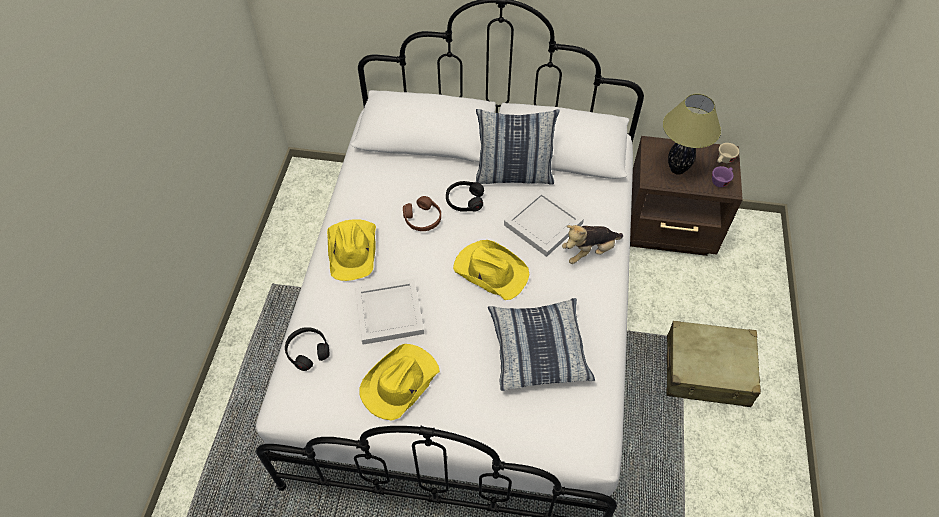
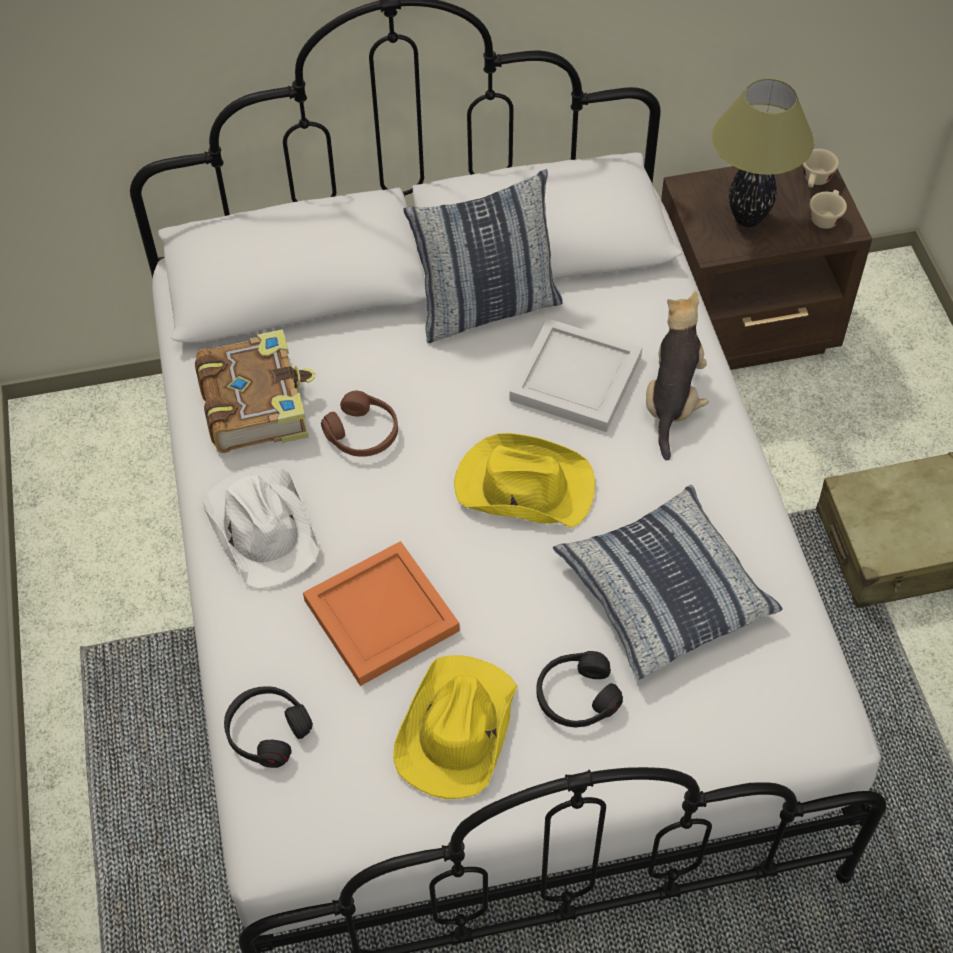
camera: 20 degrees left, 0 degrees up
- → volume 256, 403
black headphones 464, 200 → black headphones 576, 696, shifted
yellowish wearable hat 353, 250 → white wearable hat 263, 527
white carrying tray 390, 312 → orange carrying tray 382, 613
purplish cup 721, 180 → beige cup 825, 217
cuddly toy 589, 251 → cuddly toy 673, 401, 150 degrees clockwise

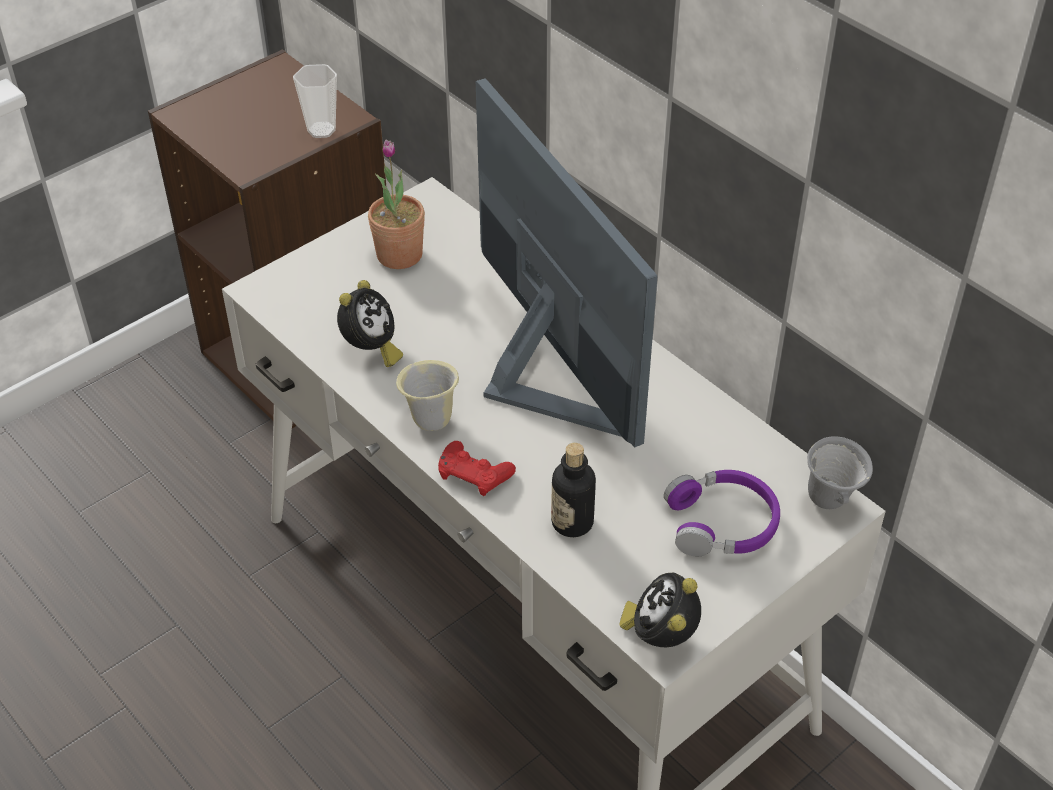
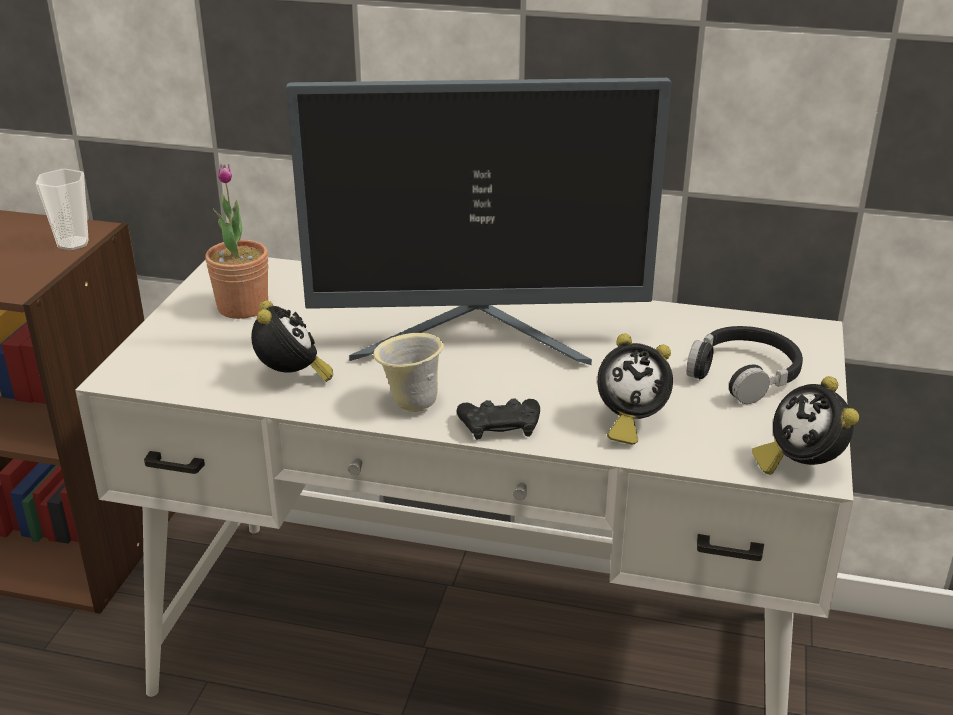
camera: 35 degrees left, 15 degrees down
greyish mug 831, 502 → -
bottle 572, 522 → alarm clock 628, 423
red game controller 474, 474 → black game controller 500, 426
purplish headphones 722, 523 → black headphones 744, 374
computer display 546, 375 → computer display 478, 338, 150 degrees clockwise

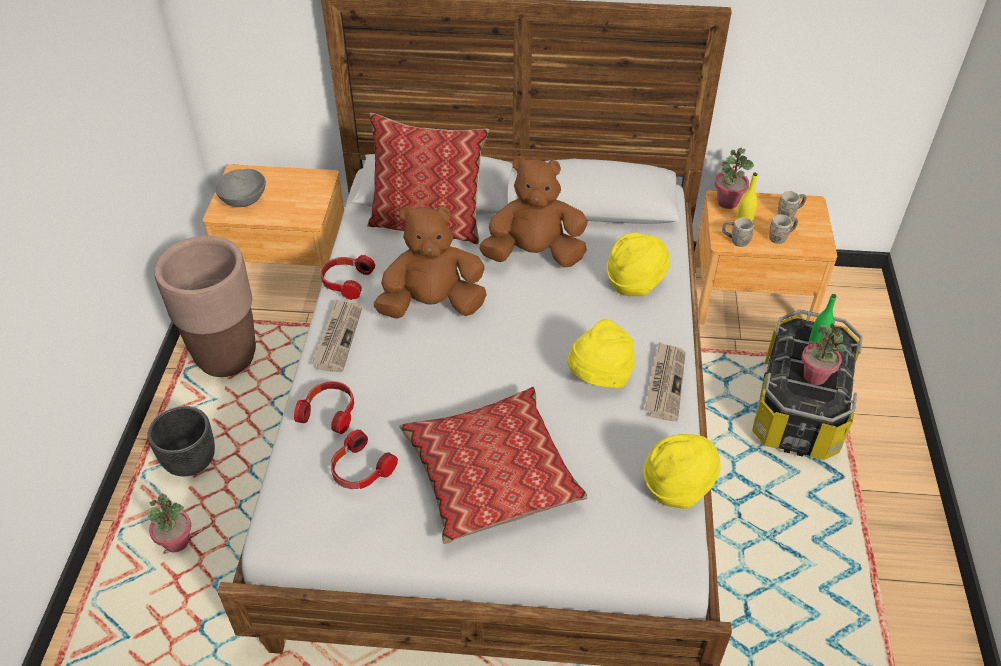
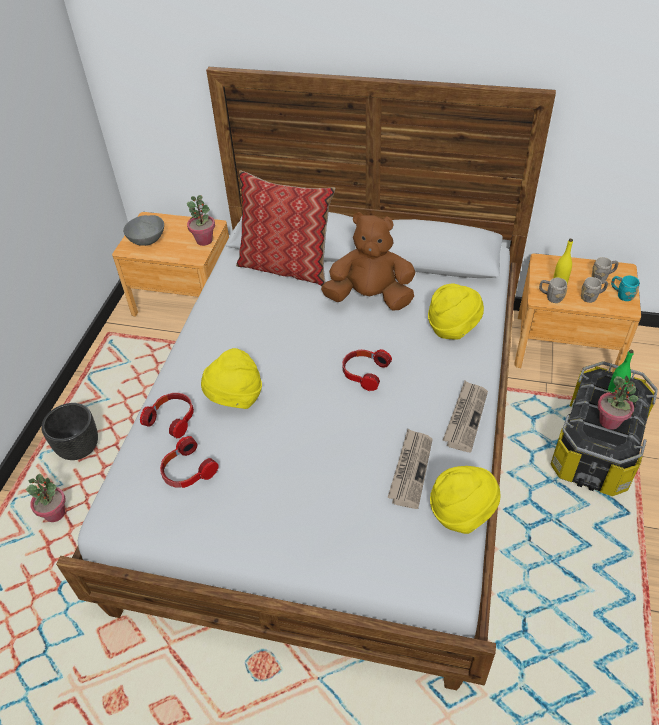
camera: 10 degrees right, 0 degrees up
brown flower pot 227, 357 → -
brown cuddly toy 432, 305 → -
throw pillow 491, 473 → -
- → turquoise-coloured mug 621, 295
printed paper 337, 337 → printed paper 410, 469, shifted
headphones 346, 282 → headphones 364, 373, shifted
yellowish wearable hat 599, 377 → yellowish wearable hat 235, 398, shifted
houseplant 727, 202 → houseplant 204, 240, shifted

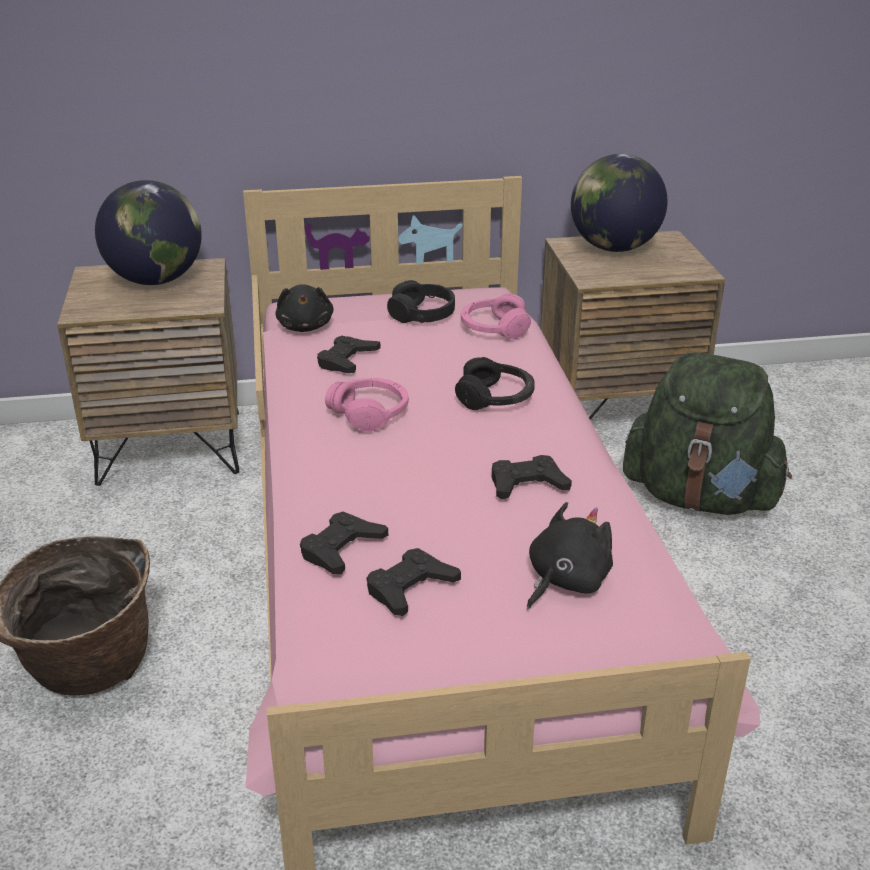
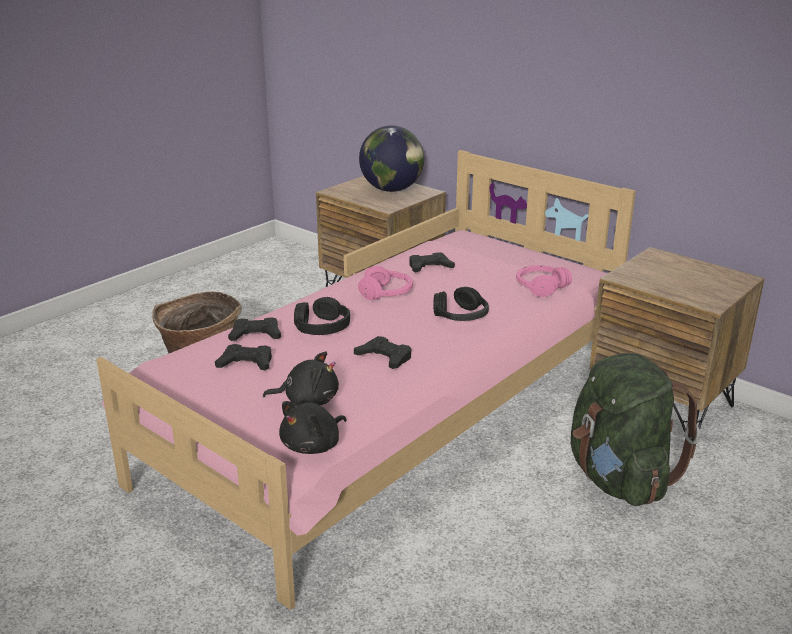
camera: 50 degrees right, 5 degrees down
desk globe 614, 248 → -
black cuddly toy 305, 326 → black cuddly toy 313, 445, shifted
black headphones 422, 314 → black headphones 321, 327, shifted

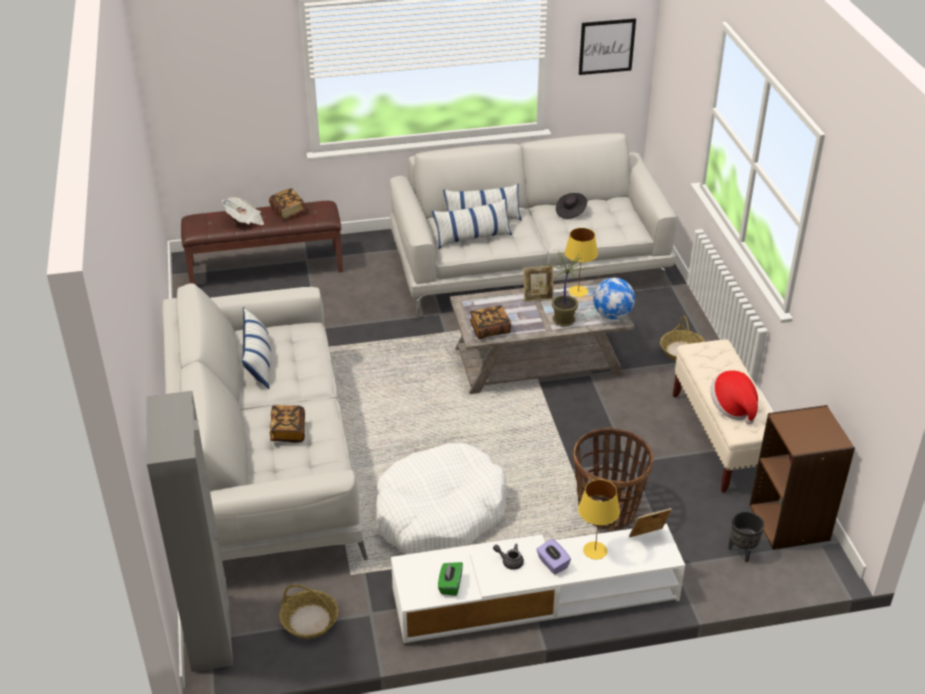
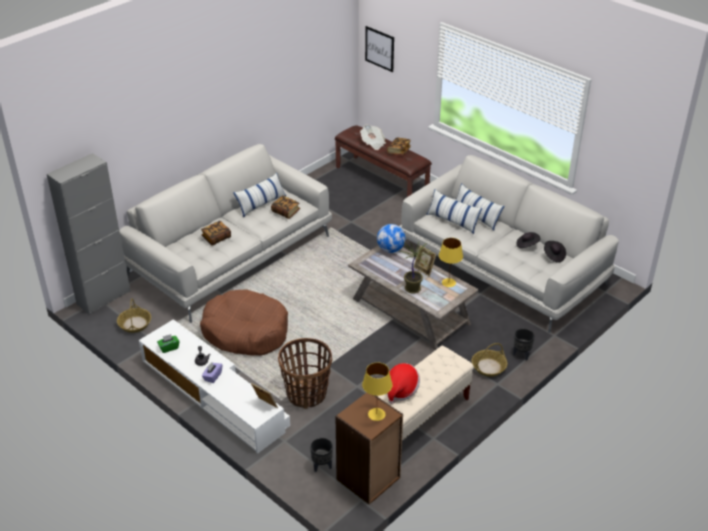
camera: 55 degrees right, 0 degrees up
- → black flower pot 521, 355
- → black wearable hat 553, 256
volume 490, 329 → volume 286, 212, shifted
yellowish table lamp 594, 550 → yellowish table lamp 376, 414, shifted
picture 606, 46 → picture 379, 49, shifted
desk globe 612, 315 → desk globe 390, 249, shifted
white dog bed 439, 513 → brown dog bed 246, 332

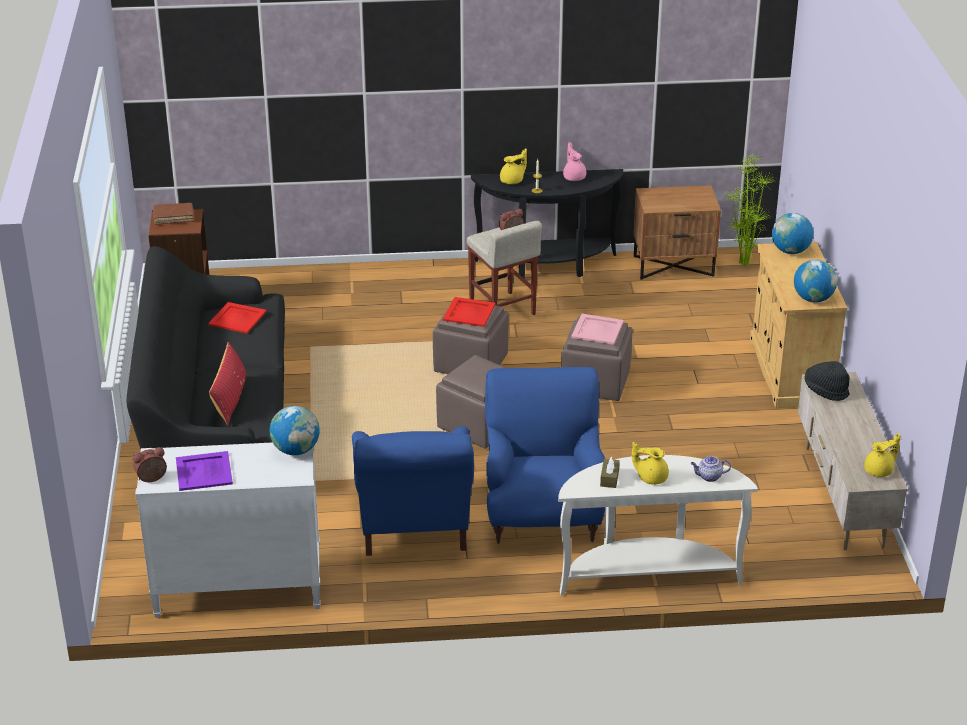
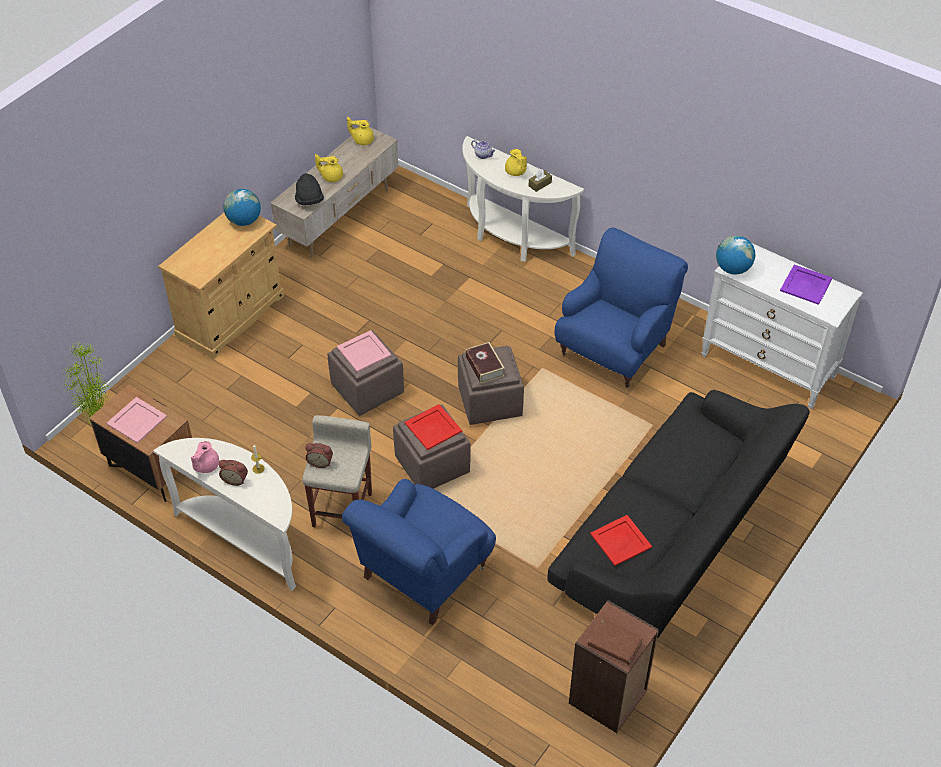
camera: 140 degrees left, 15 degrees up
red throw pillow 230, 399 → -
desk globe 790, 251 → -
- → pink-coloured carrying tray 137, 420
- → volume 484, 366
alarm clock 152, 479 → alarm clock 235, 479, shifted
blue easy chair 543, 513 → blue easy chair 422, 574, shifted
yellowish pot for tea 513, 181 → yellowish pot for tea 331, 177, shifted
black narrow table 547, 266 → white narrow table 246, 538

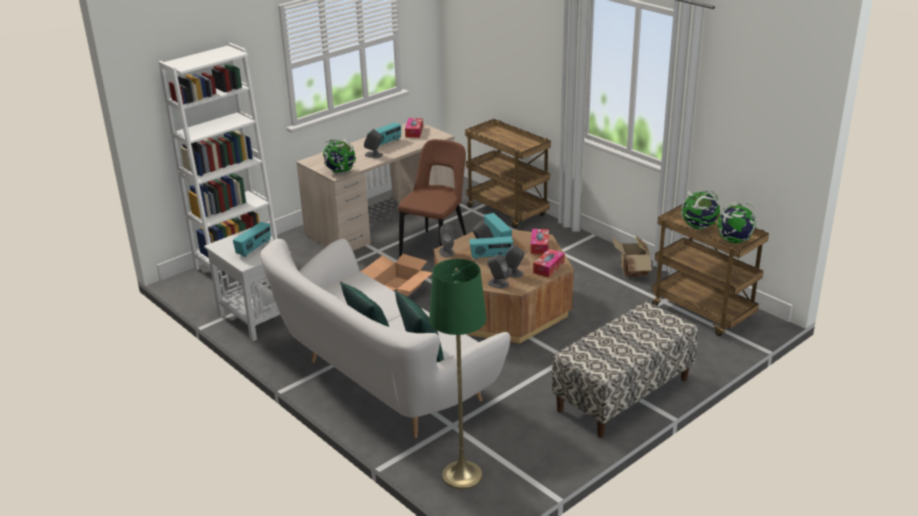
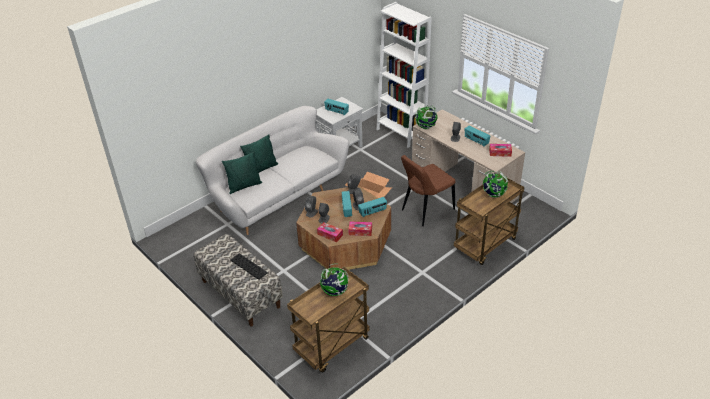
camera: 90 degrees right, 10 degrees up
greenish standard lamp 462, 475 → -
carton 631, 272 → -
- → keyboard 248, 266
desk globe 734, 241 → desk globe 493, 194, shifted
brown chair 436, 247 → brown chair 426, 210, 120 degrees clockwise

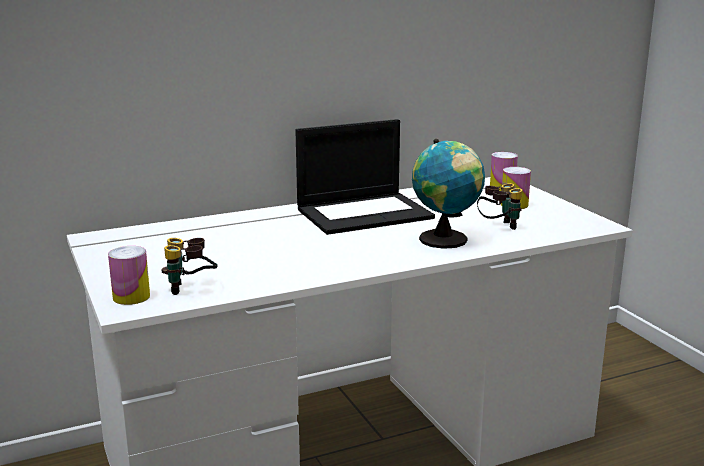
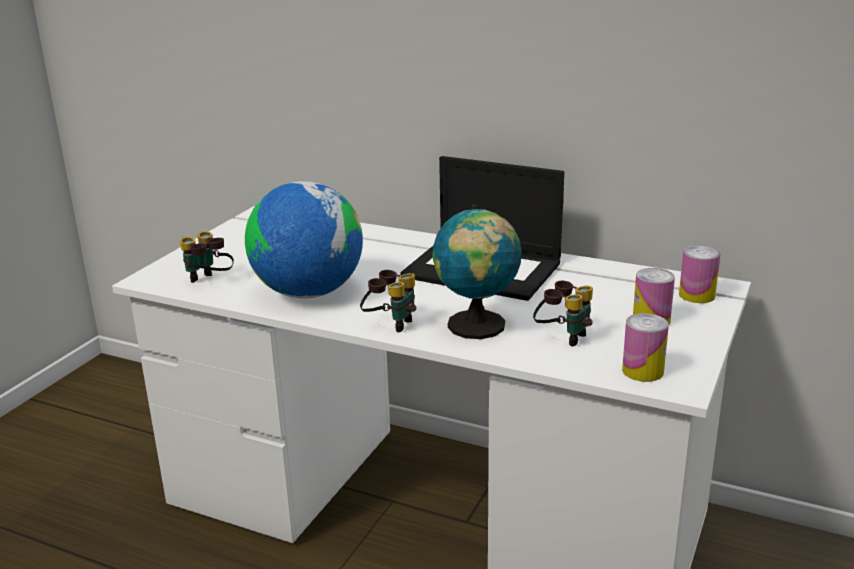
camera: 50 degrees right, 5 degrees up
- → desk globe 308, 292
- → binoculars 390, 323
sealed can 131, 297 → sealed can 642, 371, shifted

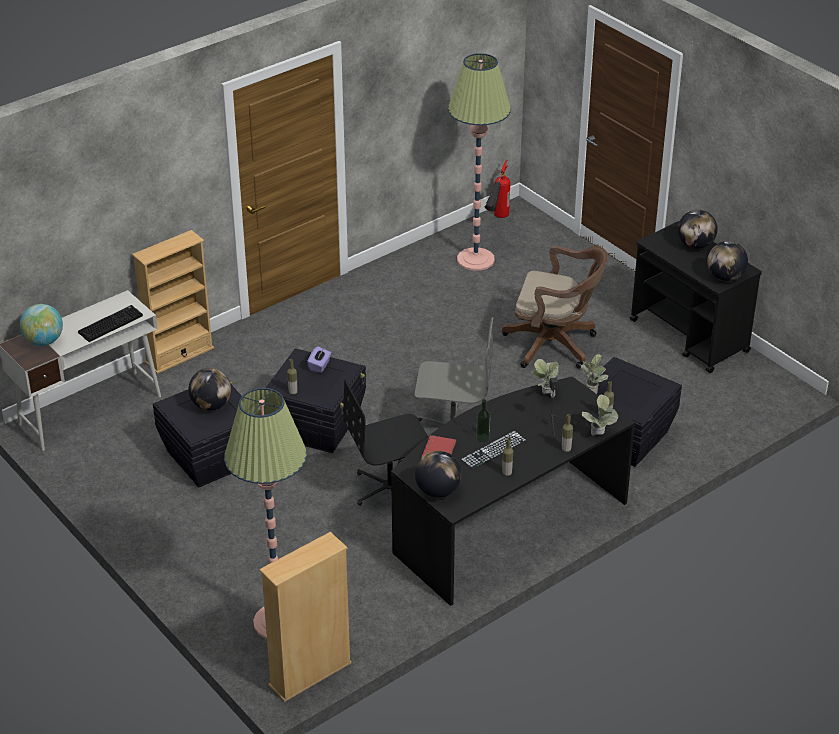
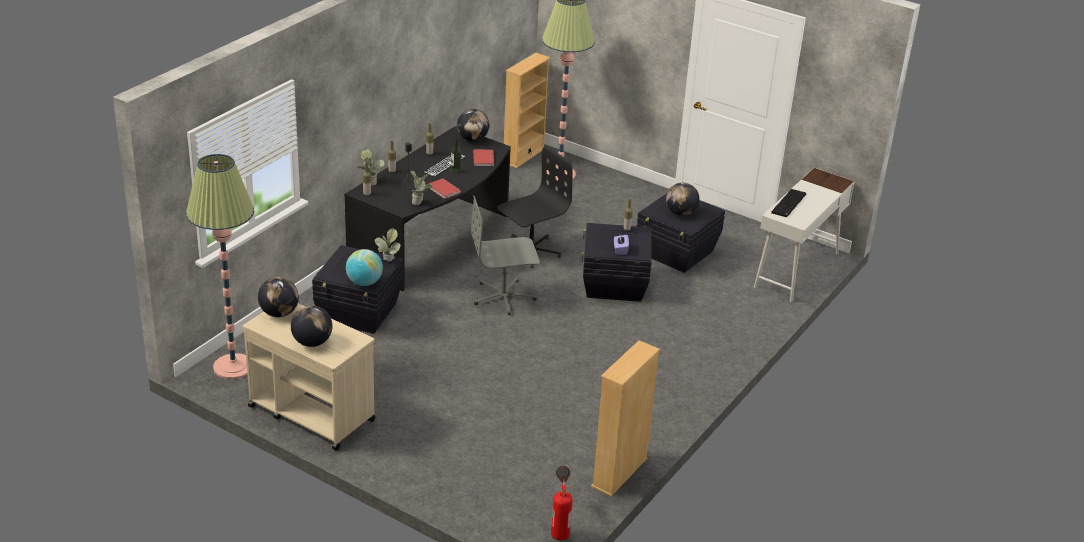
camera: 160 degrees right, 5 degrees down
brown computer chair 555, 345 → -
- → red volume 443, 190
desk globe 44, 341 → desk globe 364, 283, shifted
beige shelving unit 179, 355 → beige shelving unit 619, 473, shifted
standard lamp 475, 259 → standard lamp 233, 367, shifted
black cart 689, 336 → beige cart 311, 413

